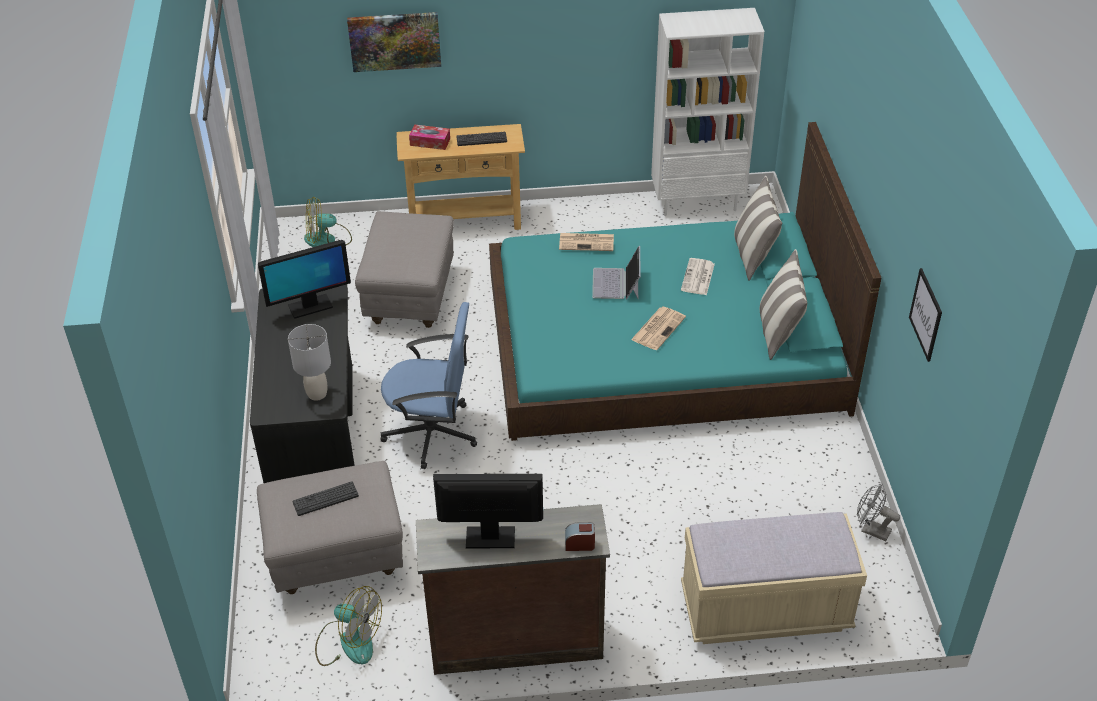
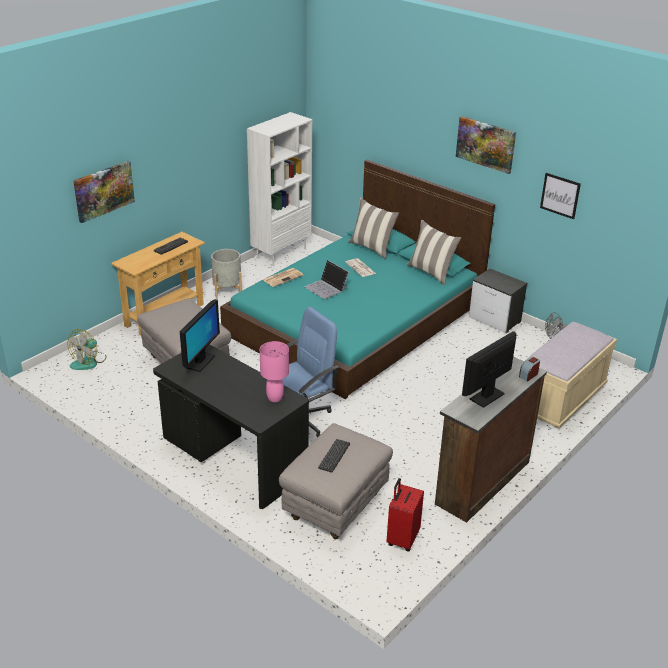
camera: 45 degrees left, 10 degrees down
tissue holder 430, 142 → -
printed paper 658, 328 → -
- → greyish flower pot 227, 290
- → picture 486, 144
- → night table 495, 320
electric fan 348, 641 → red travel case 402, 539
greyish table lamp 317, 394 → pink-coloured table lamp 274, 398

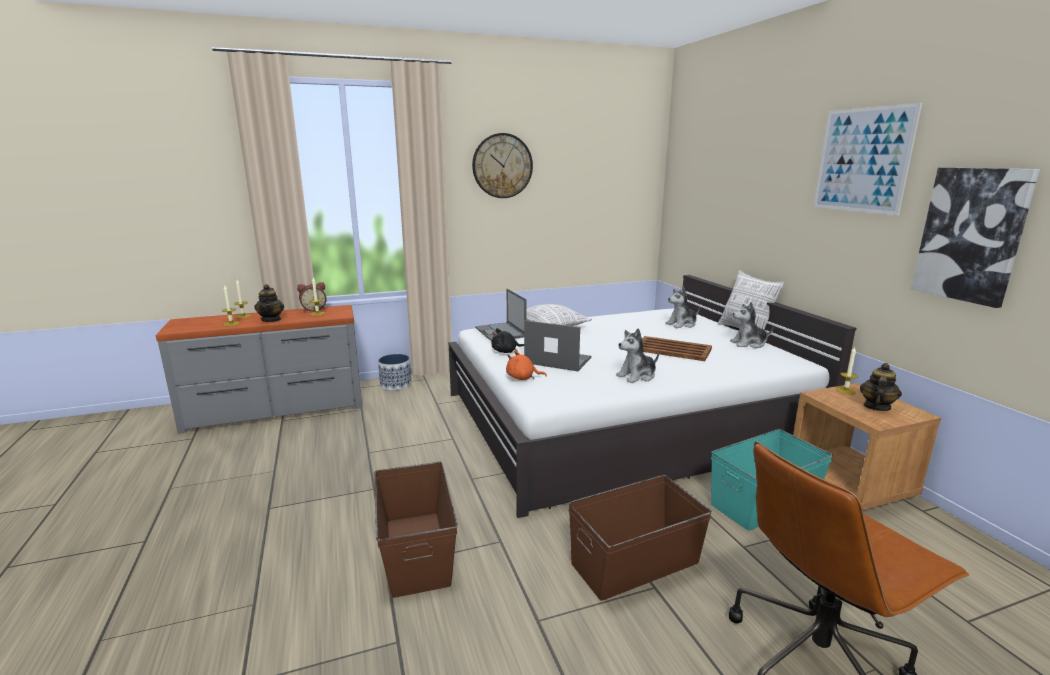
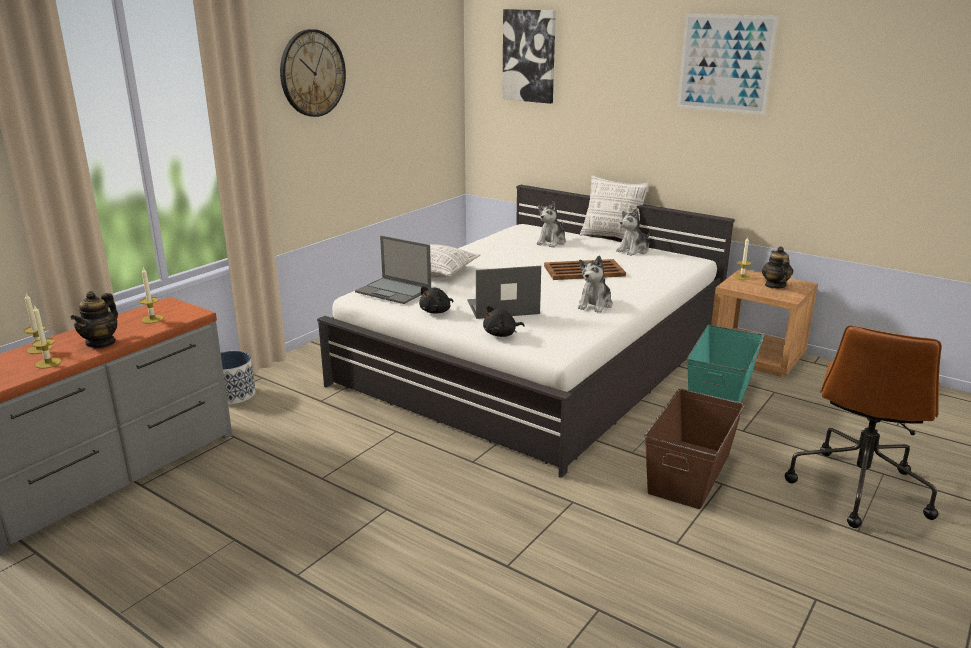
camera: 35 degrees left, 5 degrees up
alarm clock 314, 309 → -
brown storage box 417, 550 → -
picture 971, 235 → picture 529, 56, shifted
orange cuddly toy 522, 378 → black cuddly toy 501, 334
pot for tea 271, 320 → pot for tea 101, 343, 60 degrees clockwise

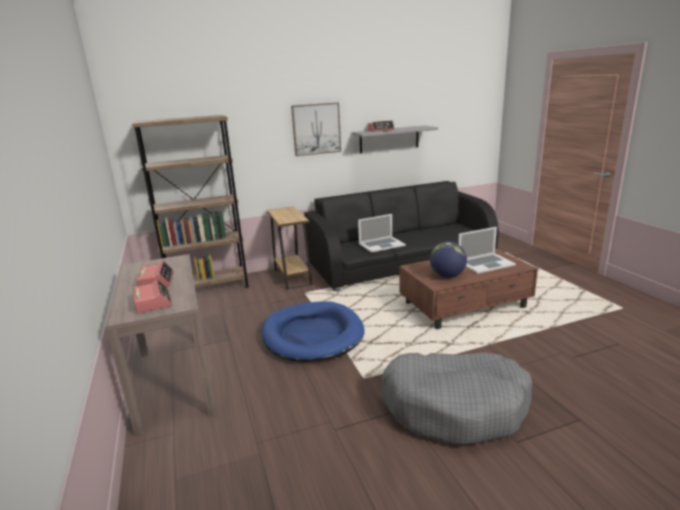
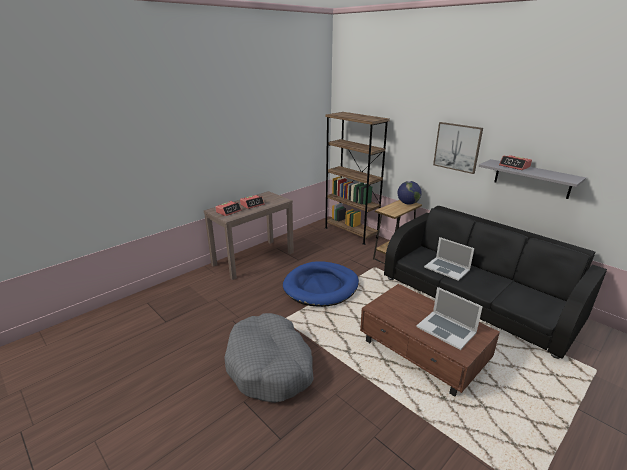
camera: 65 degrees right, 5 degrees up
desk globe 447, 276 → desk globe 408, 203, shifted

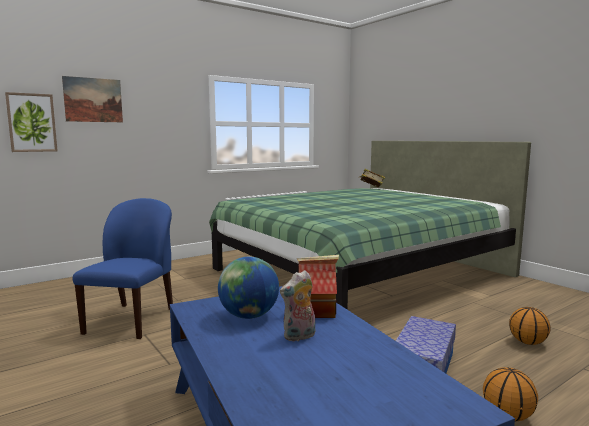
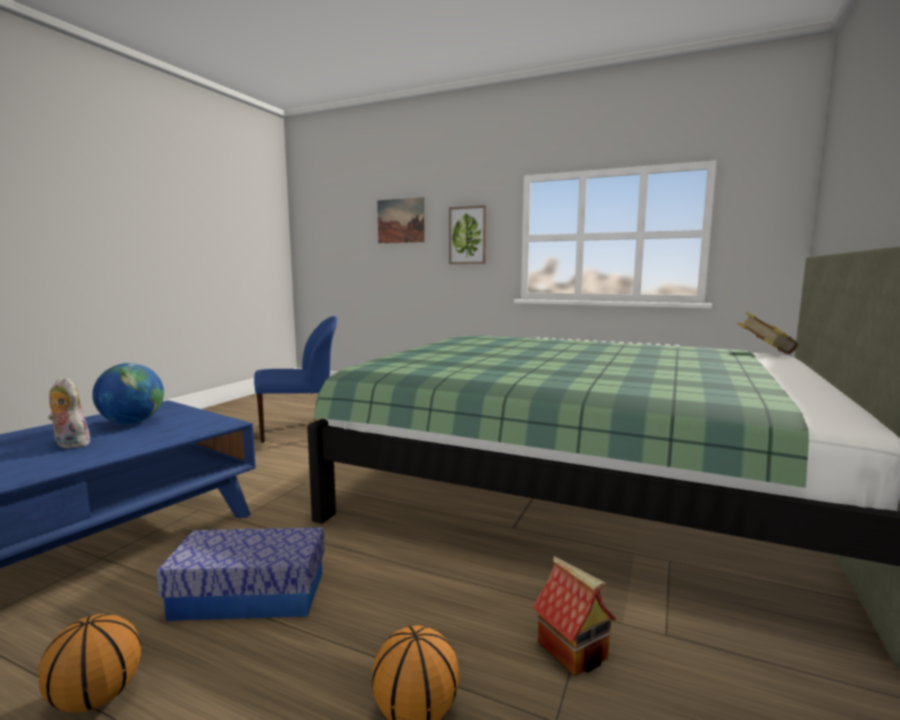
camera: 60 degrees right, 0 degrees up
picture 32, 122 → picture 468, 235, shifted
miniature house 317, 311 → miniature house 574, 650, shifted

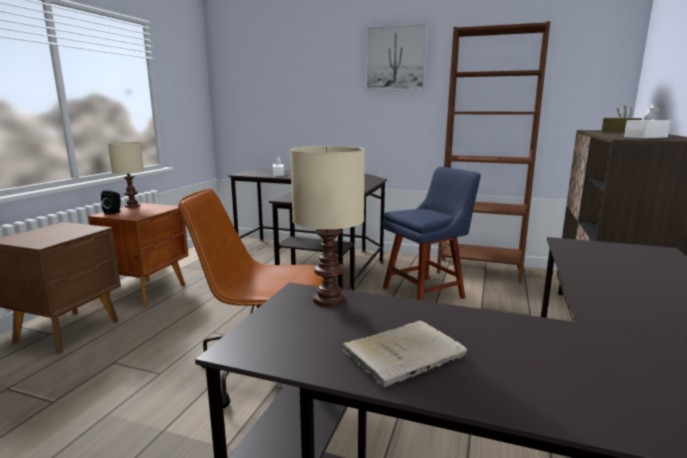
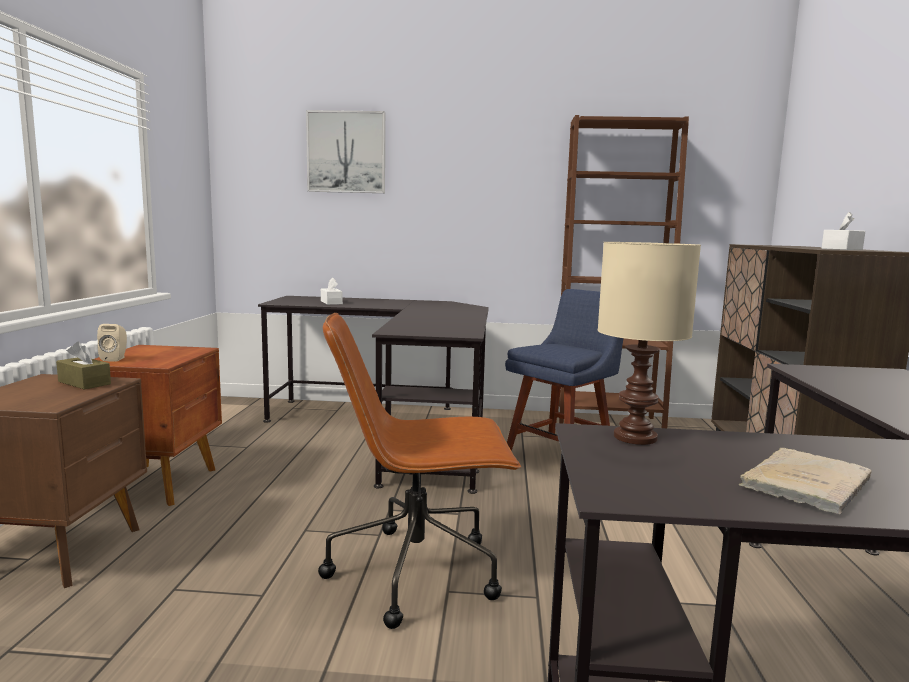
camera: 15 degrees left, 5 degrees down
beige table lamp 132, 206 → -
picture 396, 58 → picture 346, 152, shifted
brown tissue holder 620, 131 → brown tissue holder 84, 383, shifted
black audio speaker 114, 212 → beige audio speaker 115, 359

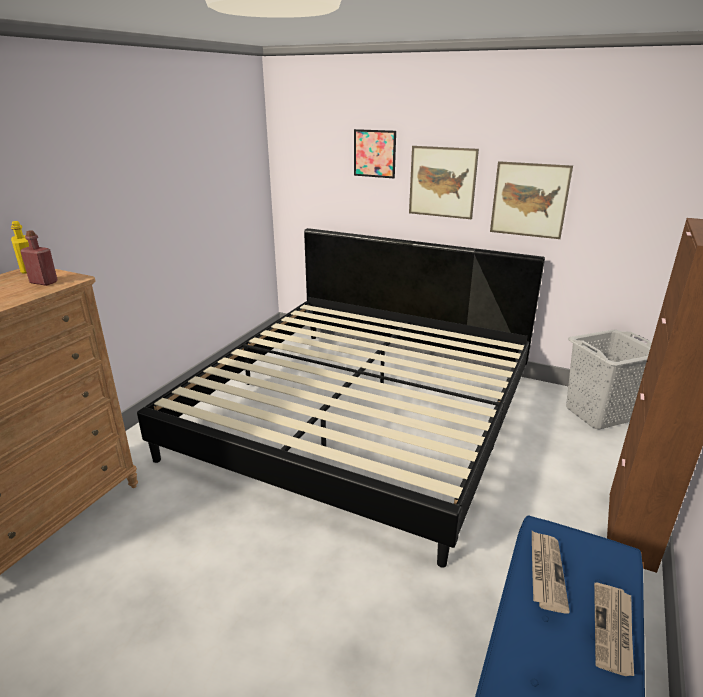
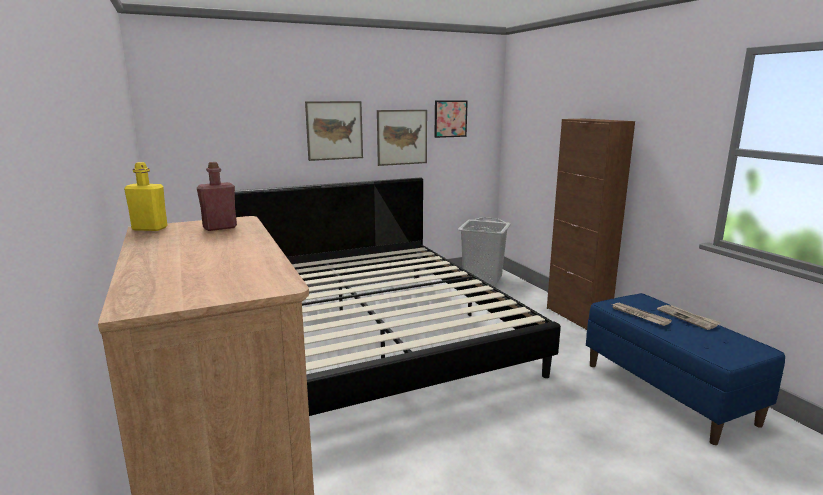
camera: 50 degrees left, 10 degrees down
picture 374, 153 → picture 450, 118, shifted

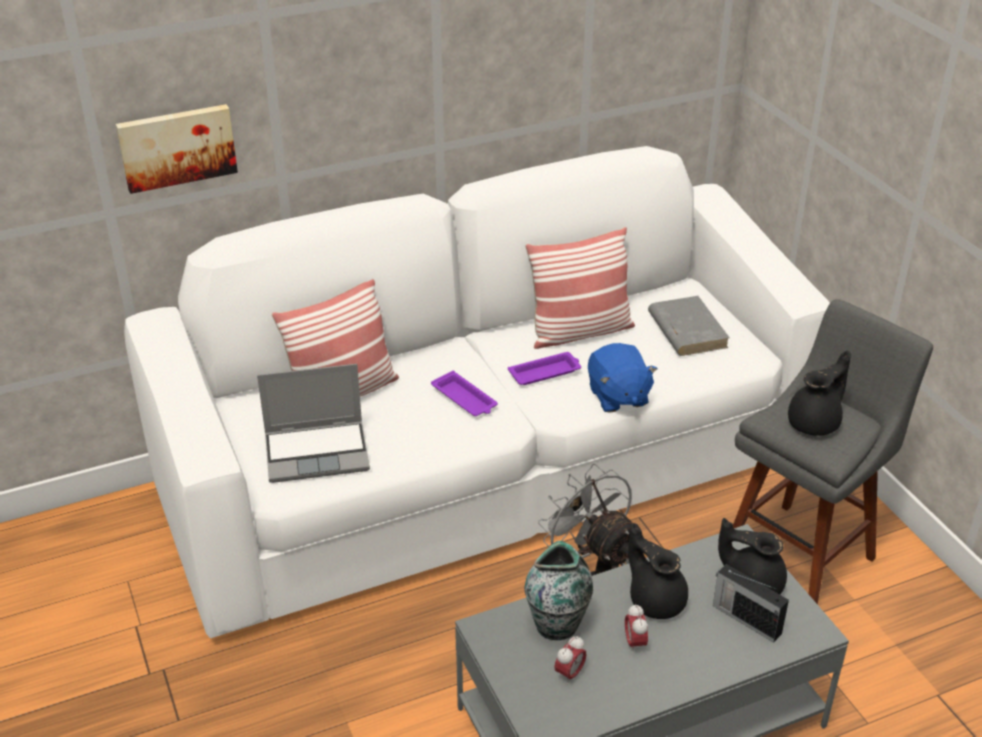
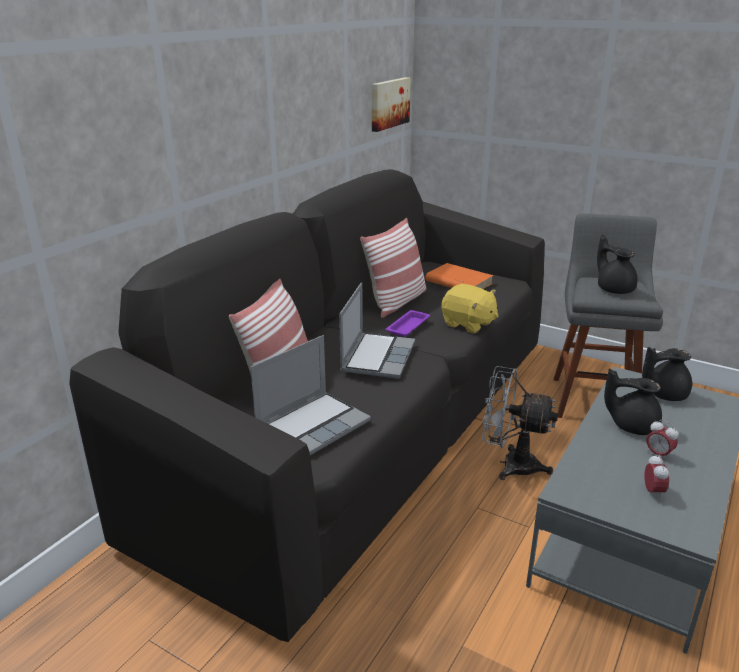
camera: 35 degrees left, 10 degrees down
flower vase 557, 624 → -
radio receiver 745, 618 → -
picture 177, 146 → picture 388, 103, shifted
purplish carrying tray 465, 399 → notebook computer 377, 356
white sofa 492, 471 → black sofa 369, 428
blue cuddly toy 617, 396 → yellowish cuddly toy 468, 324
greyish volume 686, 330 → orange volume 458, 282
black pot for tea 815, 423 → black pot for tea 614, 289, 45 degrees counterclockwise

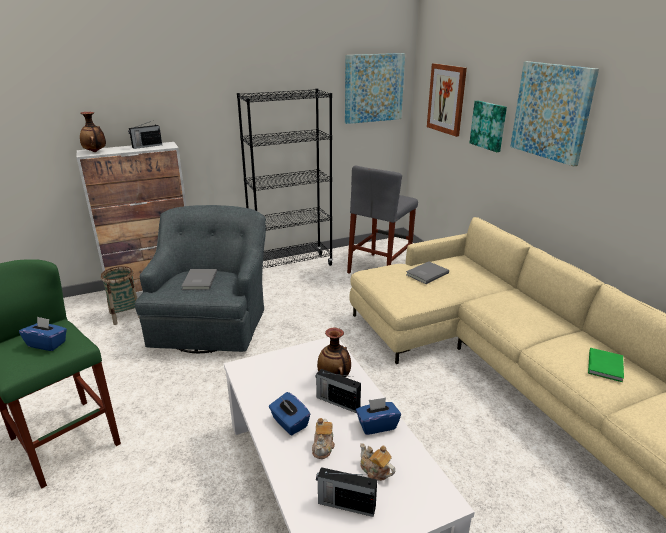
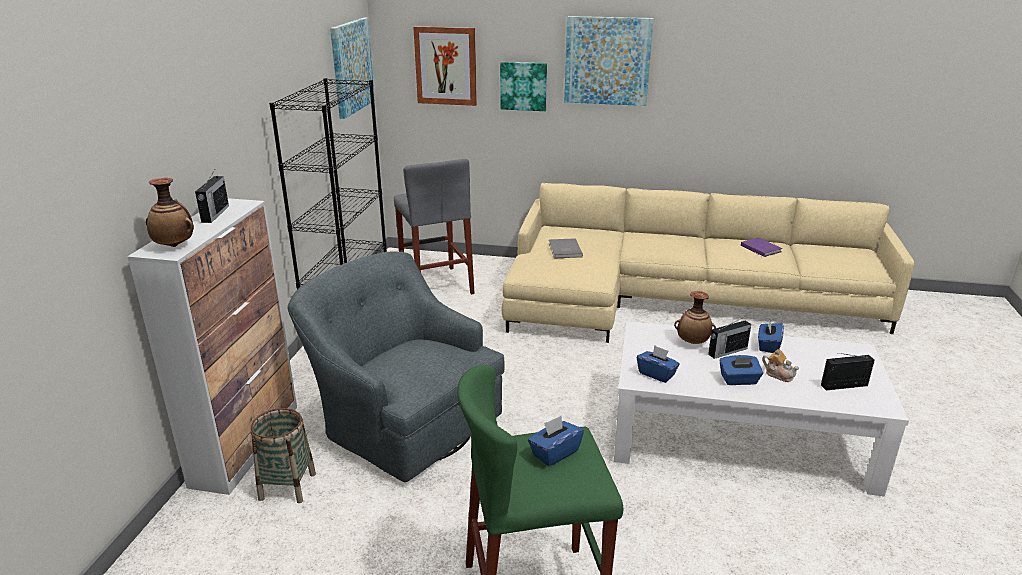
camera: 55 degrees left, 0 degrees up
greyish volume 198, 281 → -
pot for tea 375, 470 → -
- → blue tissue holder 656, 374
greenish volume 606, 365 → purplish volume 760, 248
radio receiver 345, 504 → radio receiver 845, 385, 150 degrees counterclockwise

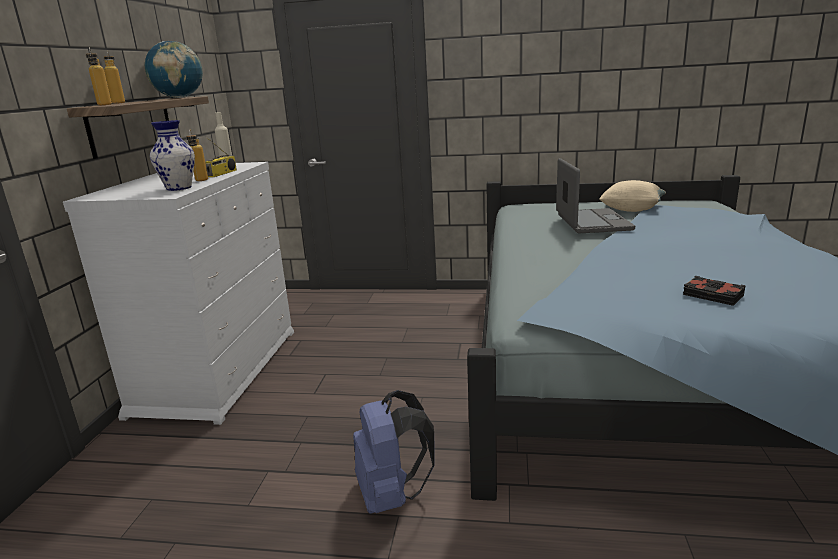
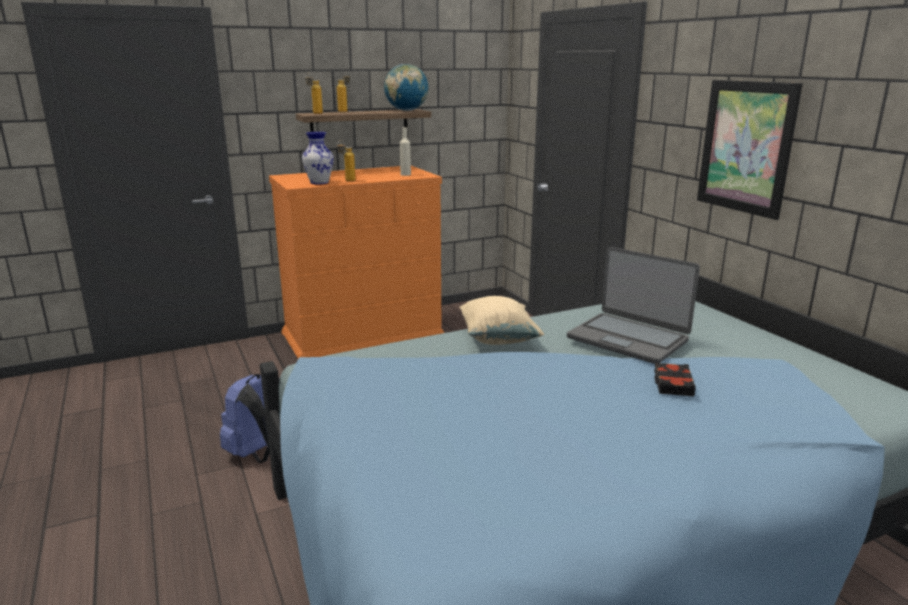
camera: 55 degrees right, 0 degrees up
radio receiver 222, 173 → -
- → picture 746, 147
beige throw pillow 631, 210 → beige throw pillow 498, 339, shifted
black volume 712, 295 → black volume 672, 384, shifted
white drawer chest 218, 370 → orange drawer chest 363, 335
notebook computer 592, 222 → notebook computer 628, 339, 75 degrees clockwise

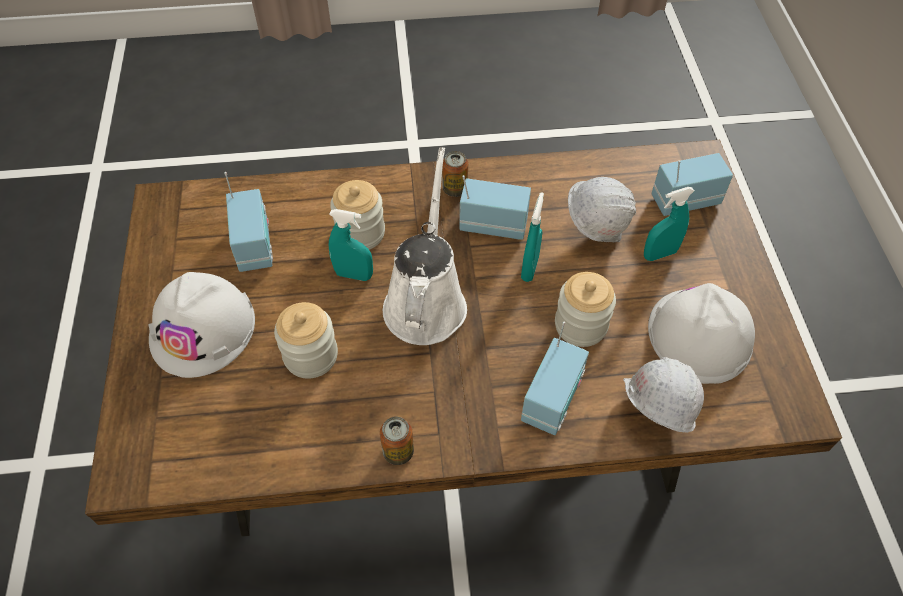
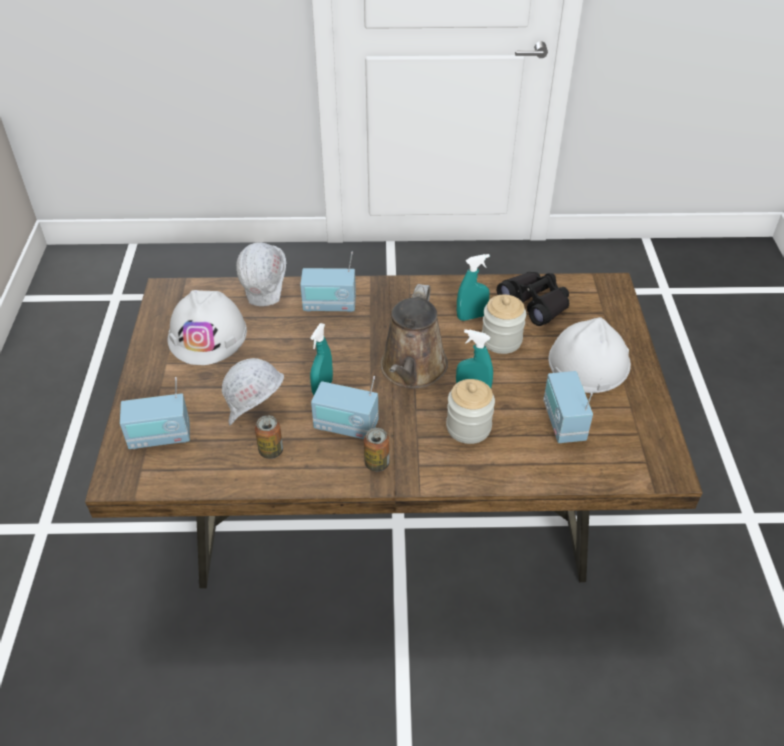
camera: 175 degrees left, 10 degrees down
preserve jar 580, 325 → -
- → black binoculars 535, 303
sealed can 398, 452 → sealed can 271, 451, shifted
turquoise-coloured sprayer 659, 254 → turquoise-coloured sprayer 471, 316, shifted
white sprinkling can 426, 301 → brown sprinkling can 412, 370
radio receiver 552, 400 → radio receiver 329, 305, 120 degrees counterclockwise

